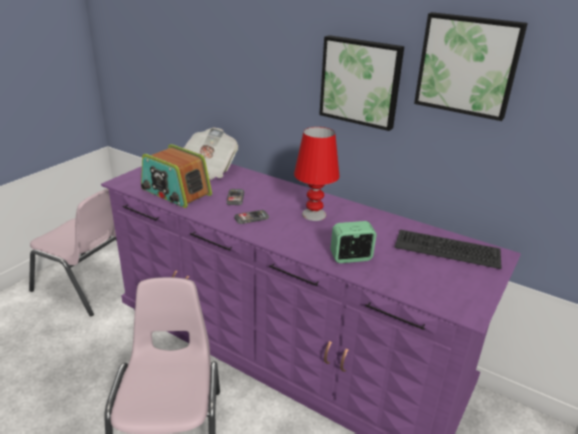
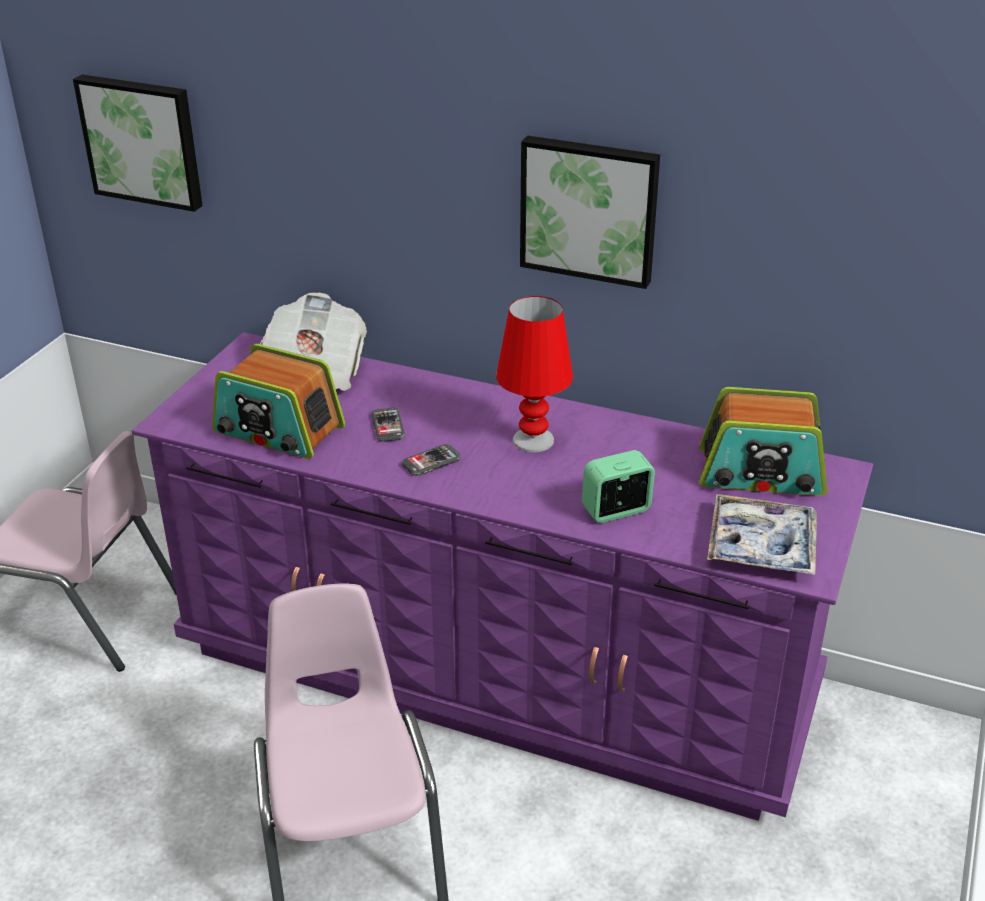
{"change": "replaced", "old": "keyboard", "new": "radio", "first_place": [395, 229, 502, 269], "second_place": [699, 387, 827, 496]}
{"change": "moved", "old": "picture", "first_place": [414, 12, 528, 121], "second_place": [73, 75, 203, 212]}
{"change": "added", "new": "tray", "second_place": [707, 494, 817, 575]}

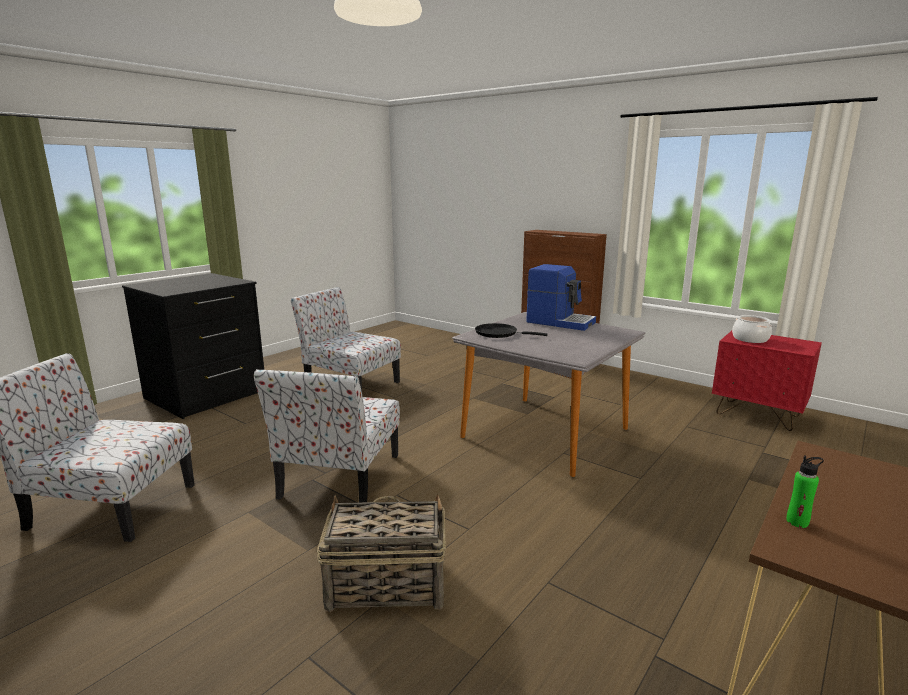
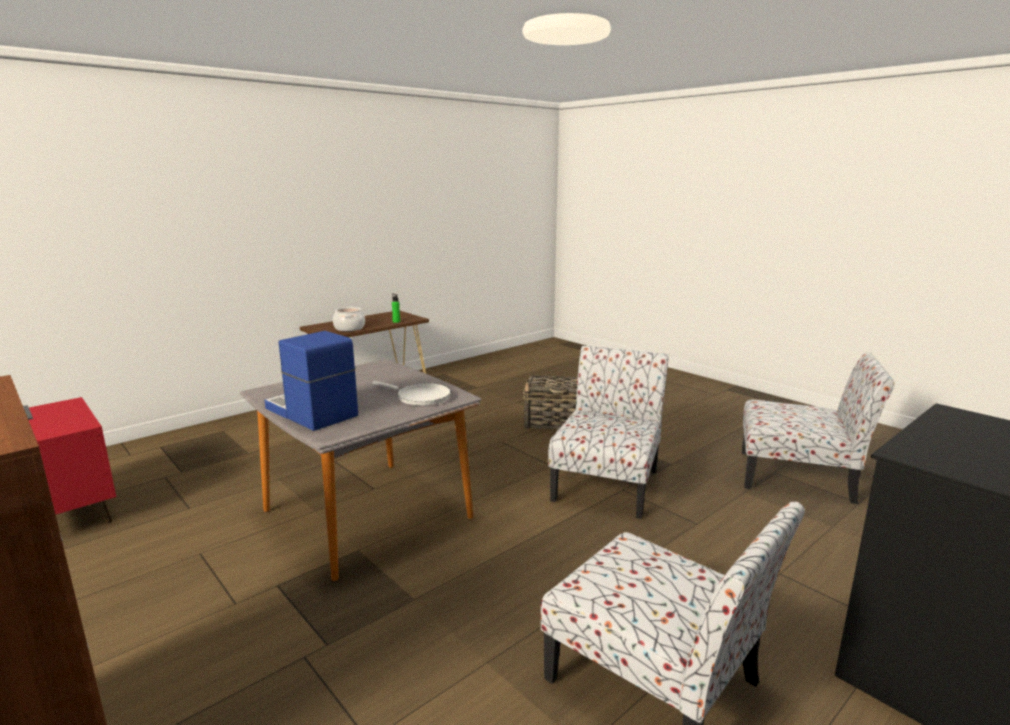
{"change": "recoloured", "old": "black frying pan", "new": "white frying pan", "first_place": [475, 323, 548, 338], "second_place": [373, 381, 451, 406]}
{"change": "moved", "old": "cooking pot", "first_place": [732, 315, 772, 343], "second_place": [333, 307, 365, 331]}

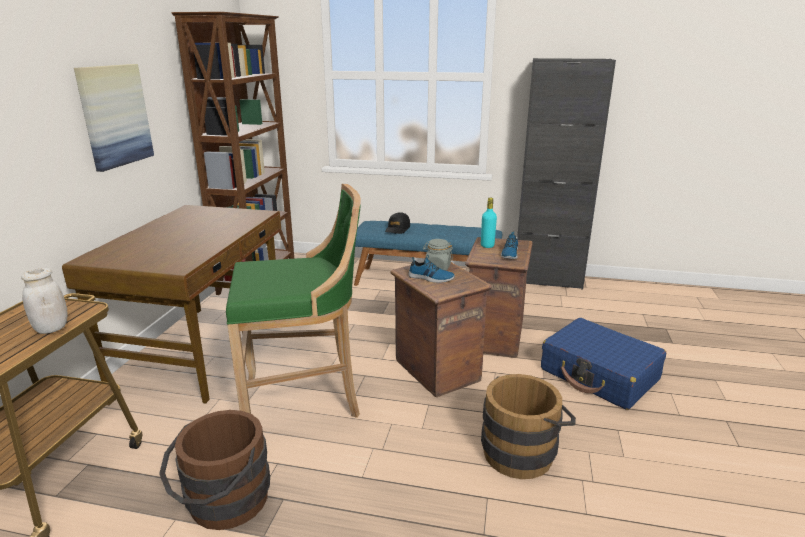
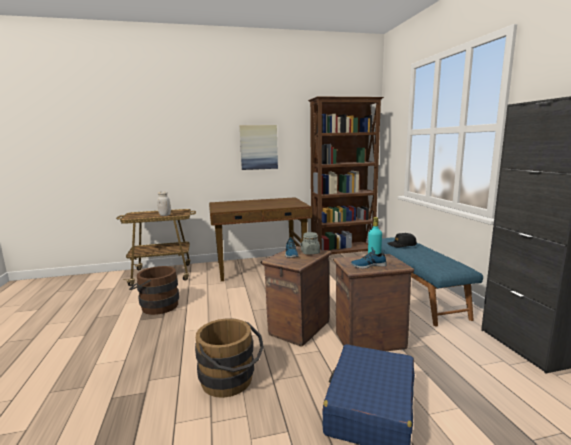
{"change": "removed", "old": "green stool", "first_place": [226, 184, 361, 418]}

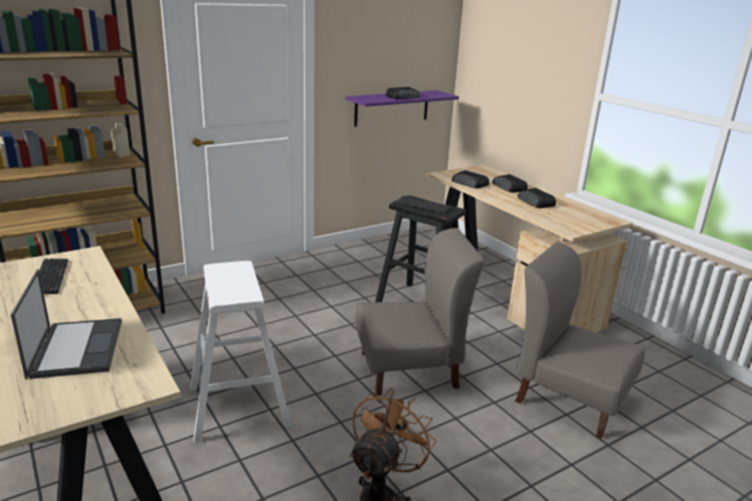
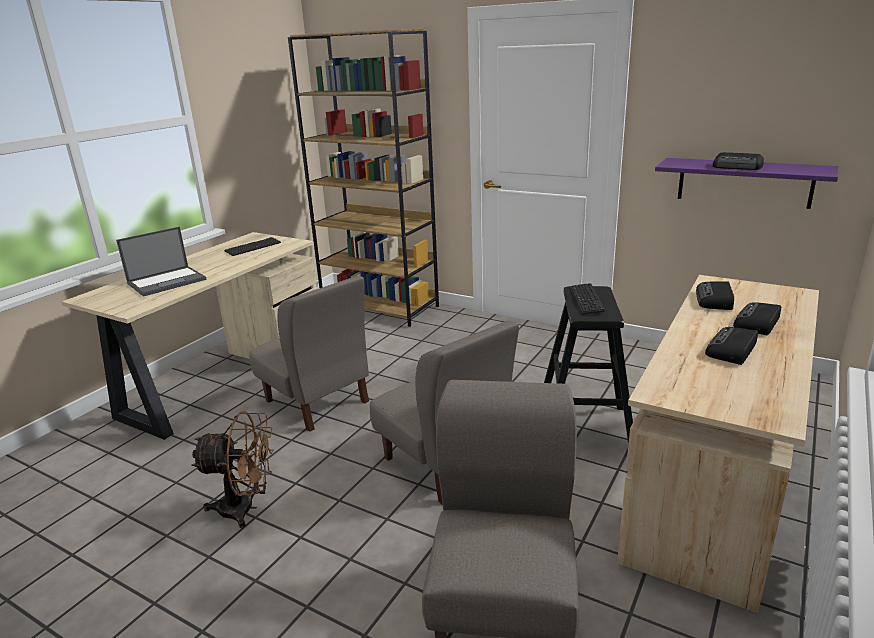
{"change": "replaced", "old": "white stool", "new": "grey chair", "first_place": [190, 261, 292, 443], "second_place": [249, 276, 369, 432]}

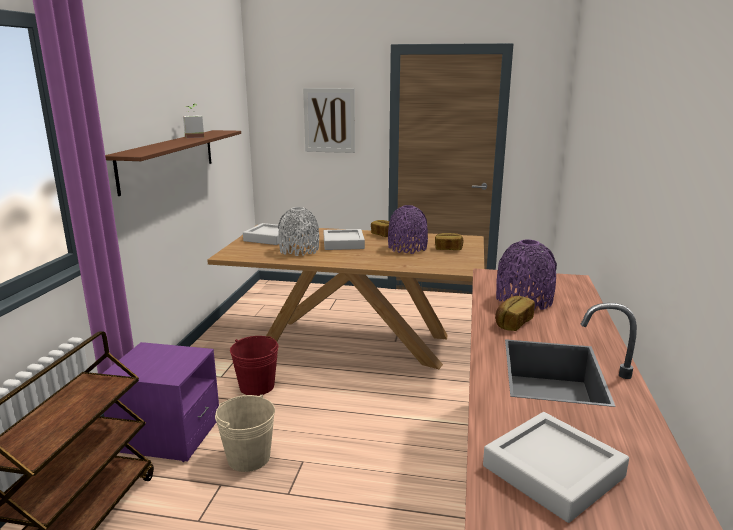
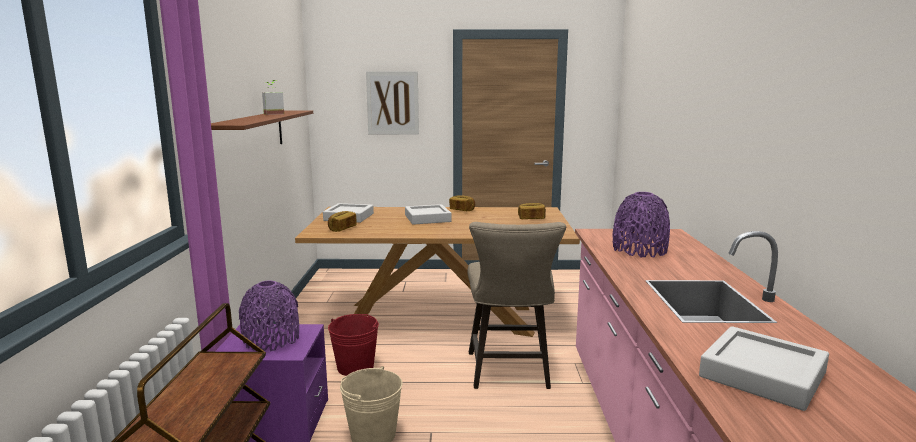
{"change": "removed", "old": "grey vase", "first_place": [278, 207, 319, 256]}
{"change": "moved", "old": "purple vase", "first_place": [388, 205, 428, 254], "second_place": [239, 280, 299, 352]}
{"change": "moved", "old": "bread", "first_place": [495, 296, 535, 331], "second_place": [328, 211, 357, 232]}
{"change": "added", "new": "beige stool", "second_place": [468, 222, 566, 389]}

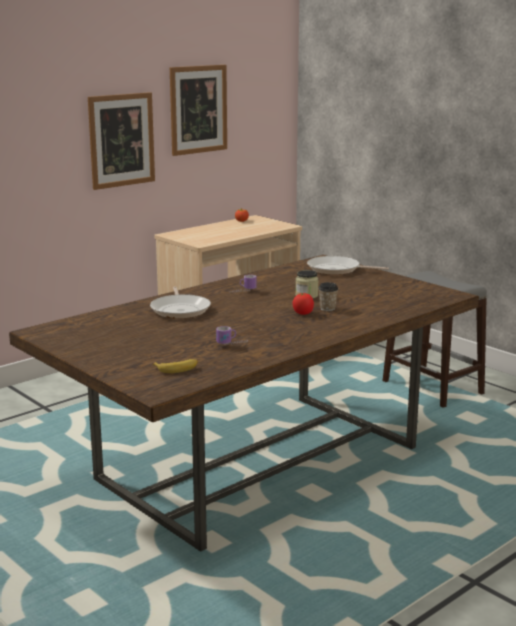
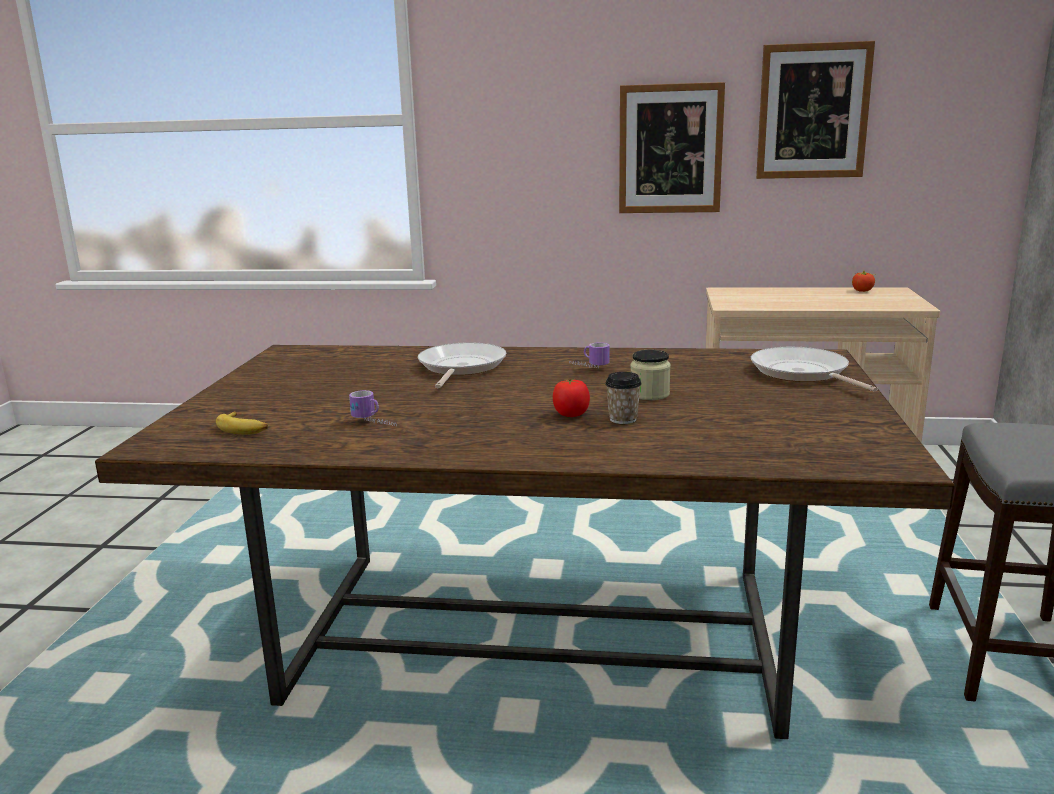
{"change": "turned", "old": "frying pan", "first_place": [150, 286, 211, 319], "second_place": [418, 342, 506, 388], "degrees": 150}

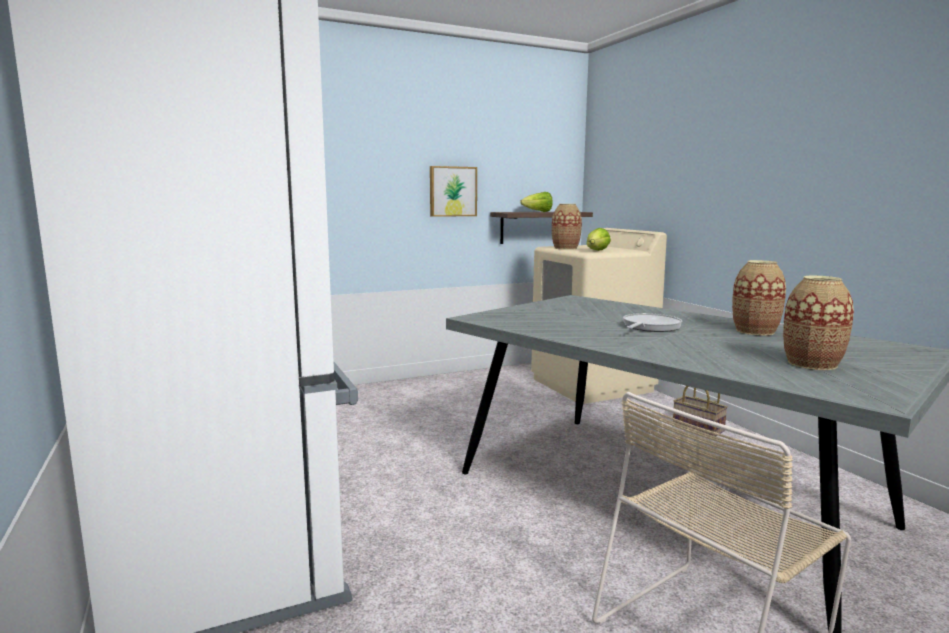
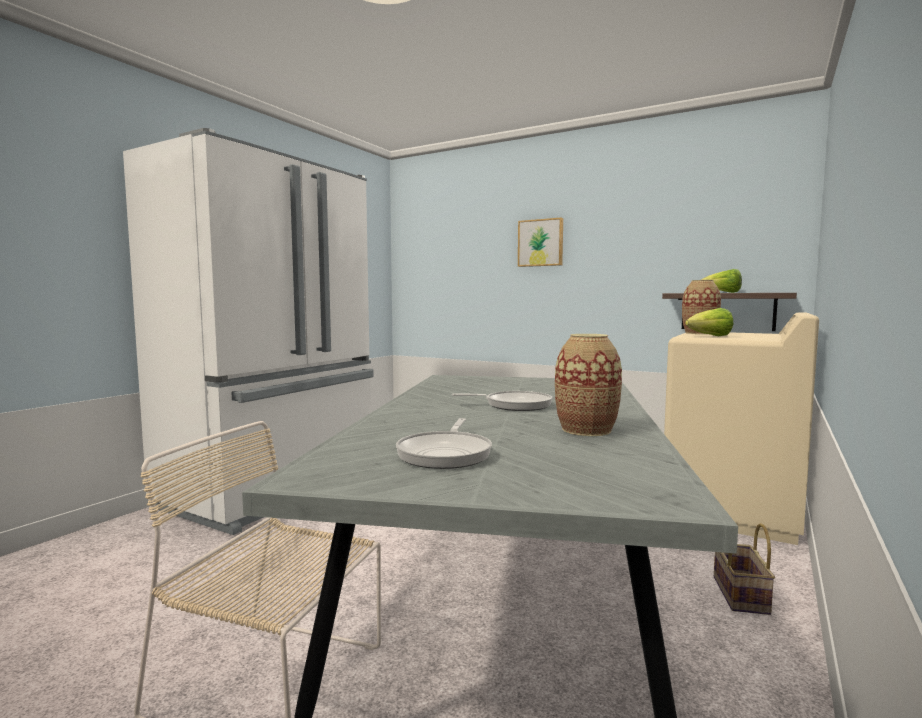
{"change": "moved", "old": "picture", "first_place": [430, 166, 477, 217], "second_place": [518, 218, 563, 267]}
{"change": "replaced", "old": "vase", "new": "frying pan", "first_place": [783, 276, 854, 370], "second_place": [396, 418, 492, 469]}

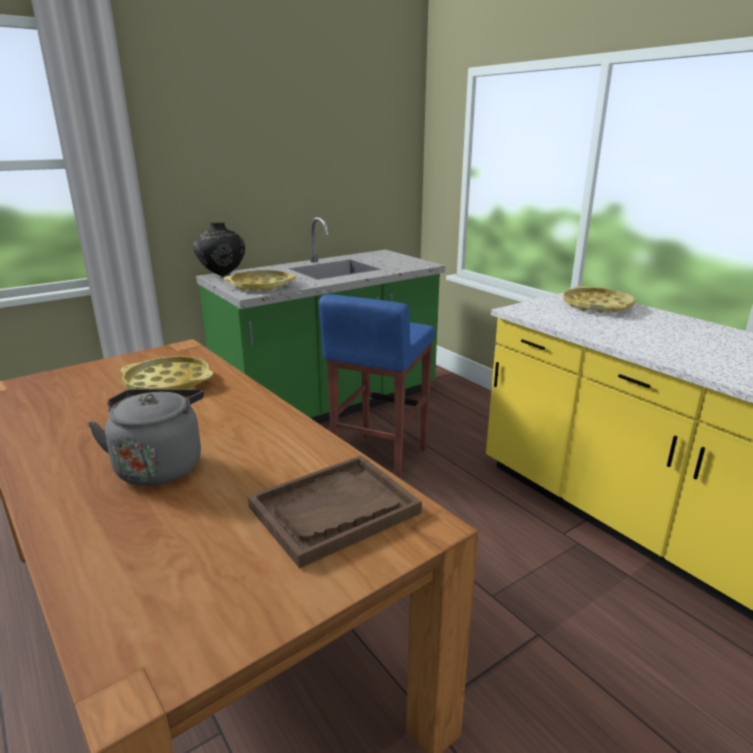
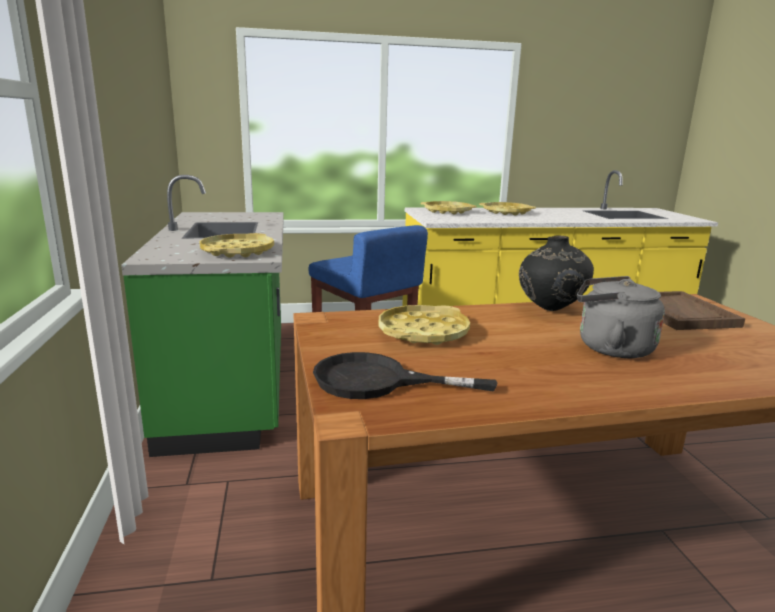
{"change": "moved", "old": "black vase", "first_place": [193, 222, 245, 276], "second_place": [519, 235, 594, 311]}
{"change": "added", "new": "black frying pan", "second_place": [313, 352, 497, 399]}
{"change": "added", "new": "yellow tray", "second_place": [479, 202, 536, 215]}

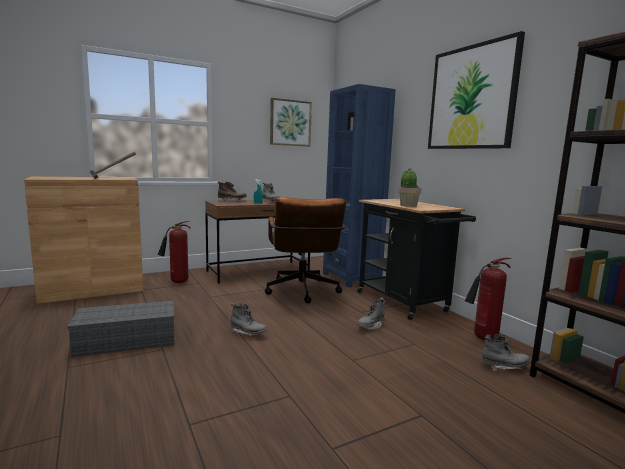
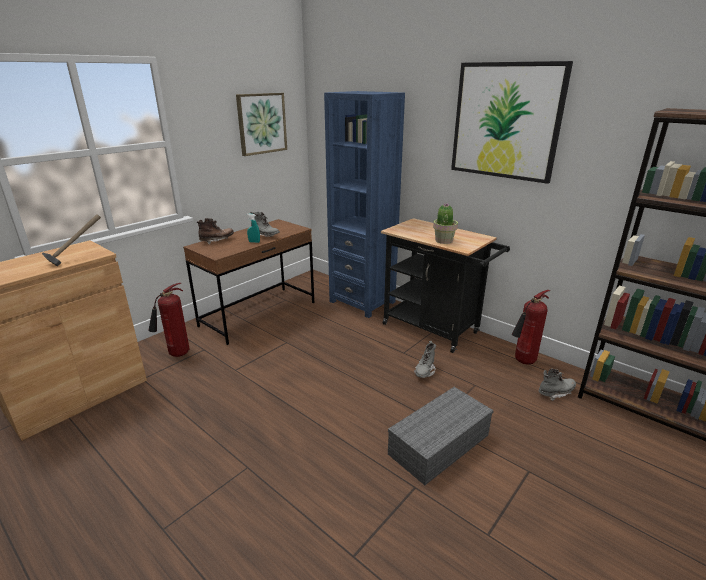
{"change": "moved", "old": "grey storage box", "first_place": [67, 300, 174, 357], "second_place": [388, 387, 494, 485]}
{"change": "removed", "old": "grey boot", "first_place": [230, 303, 267, 336]}
{"change": "removed", "old": "brown office chair", "first_place": [265, 197, 346, 303]}

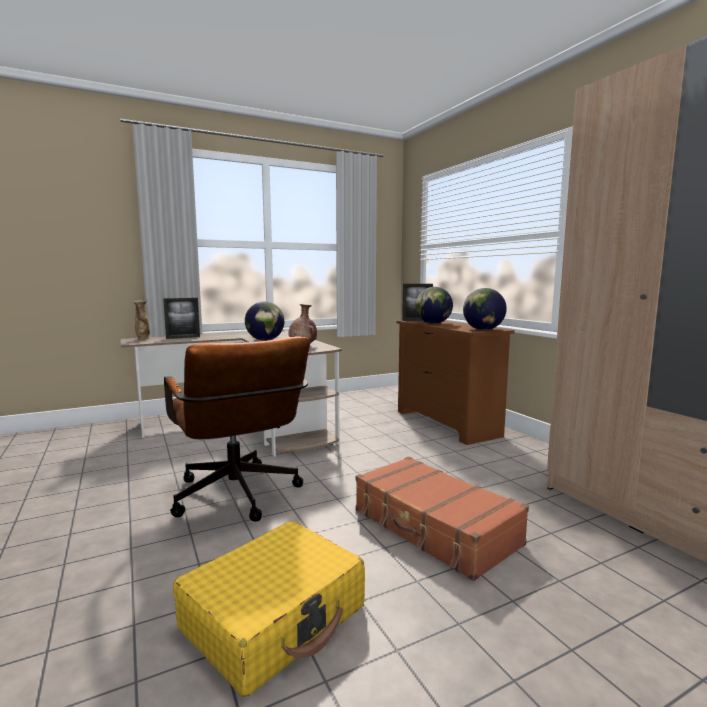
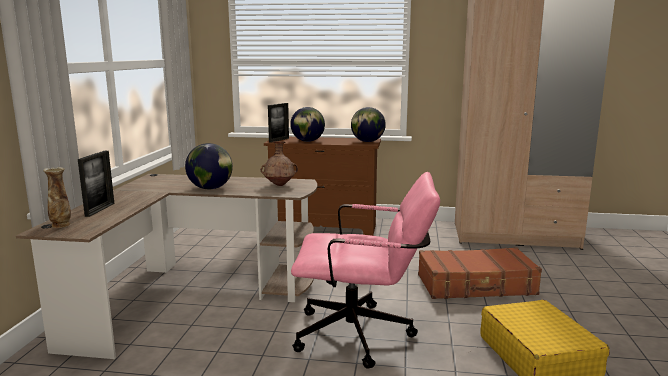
{"change": "recoloured", "old": "brown office chair", "new": "pink office chair", "first_place": [164, 336, 310, 522], "second_place": [291, 172, 440, 369]}

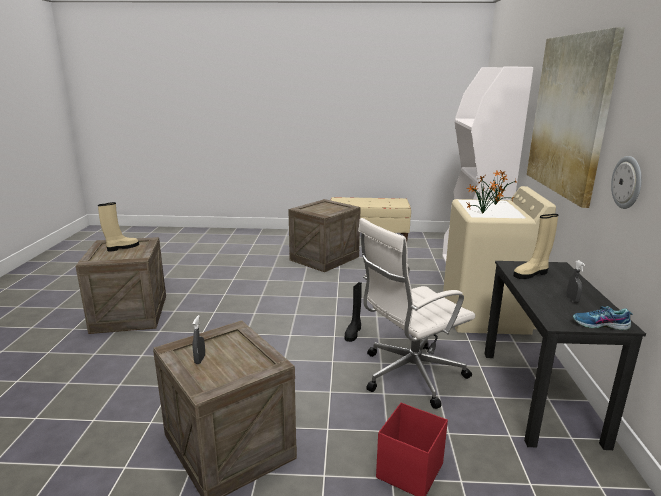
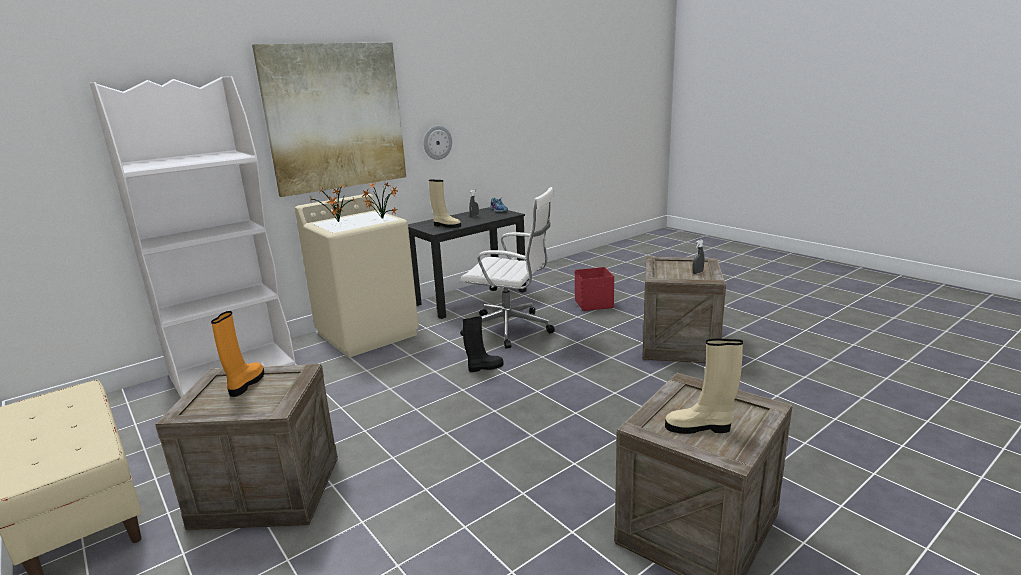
{"change": "added", "new": "orange boot", "second_place": [211, 311, 264, 397]}

